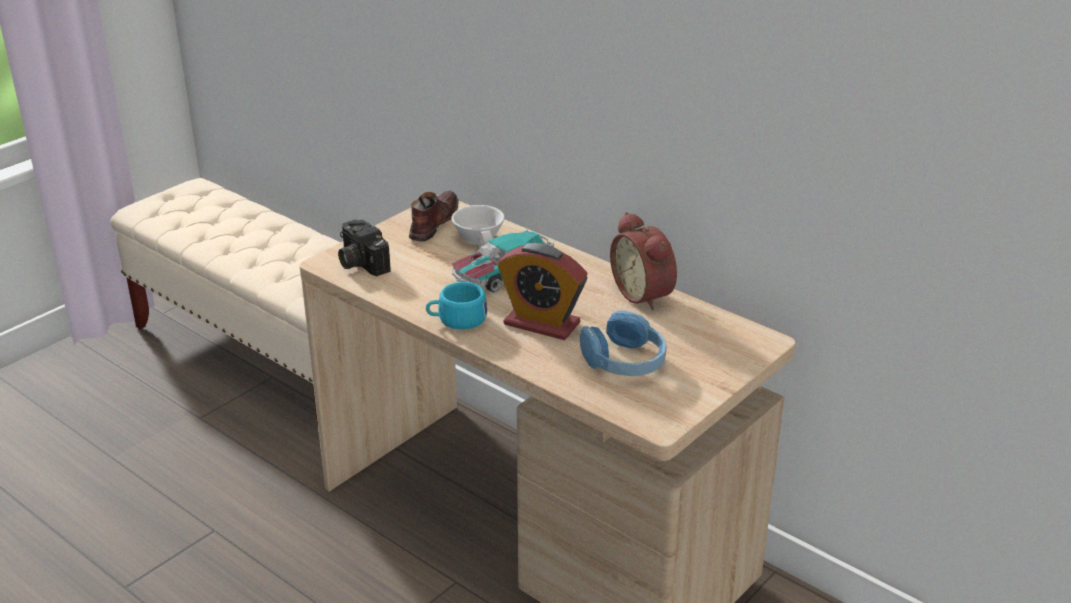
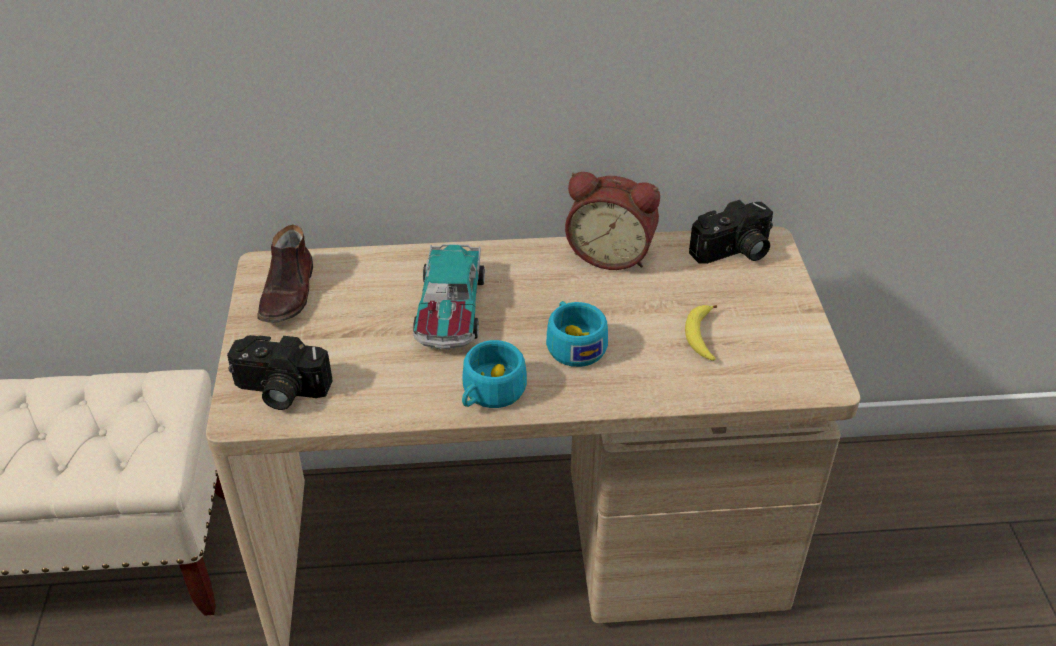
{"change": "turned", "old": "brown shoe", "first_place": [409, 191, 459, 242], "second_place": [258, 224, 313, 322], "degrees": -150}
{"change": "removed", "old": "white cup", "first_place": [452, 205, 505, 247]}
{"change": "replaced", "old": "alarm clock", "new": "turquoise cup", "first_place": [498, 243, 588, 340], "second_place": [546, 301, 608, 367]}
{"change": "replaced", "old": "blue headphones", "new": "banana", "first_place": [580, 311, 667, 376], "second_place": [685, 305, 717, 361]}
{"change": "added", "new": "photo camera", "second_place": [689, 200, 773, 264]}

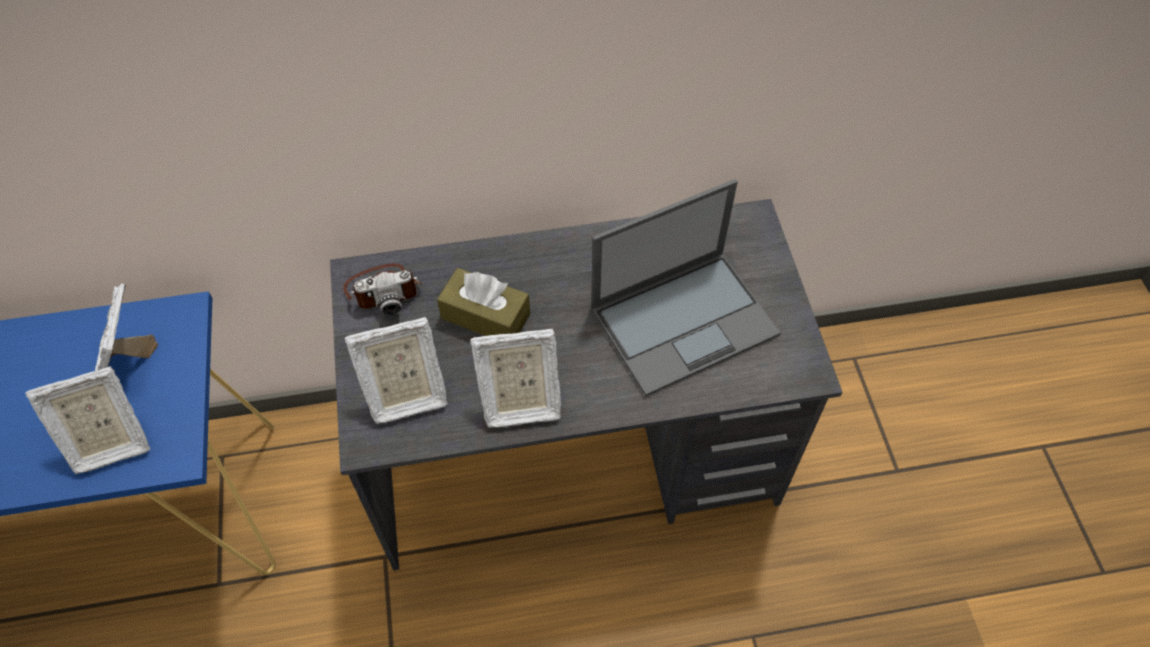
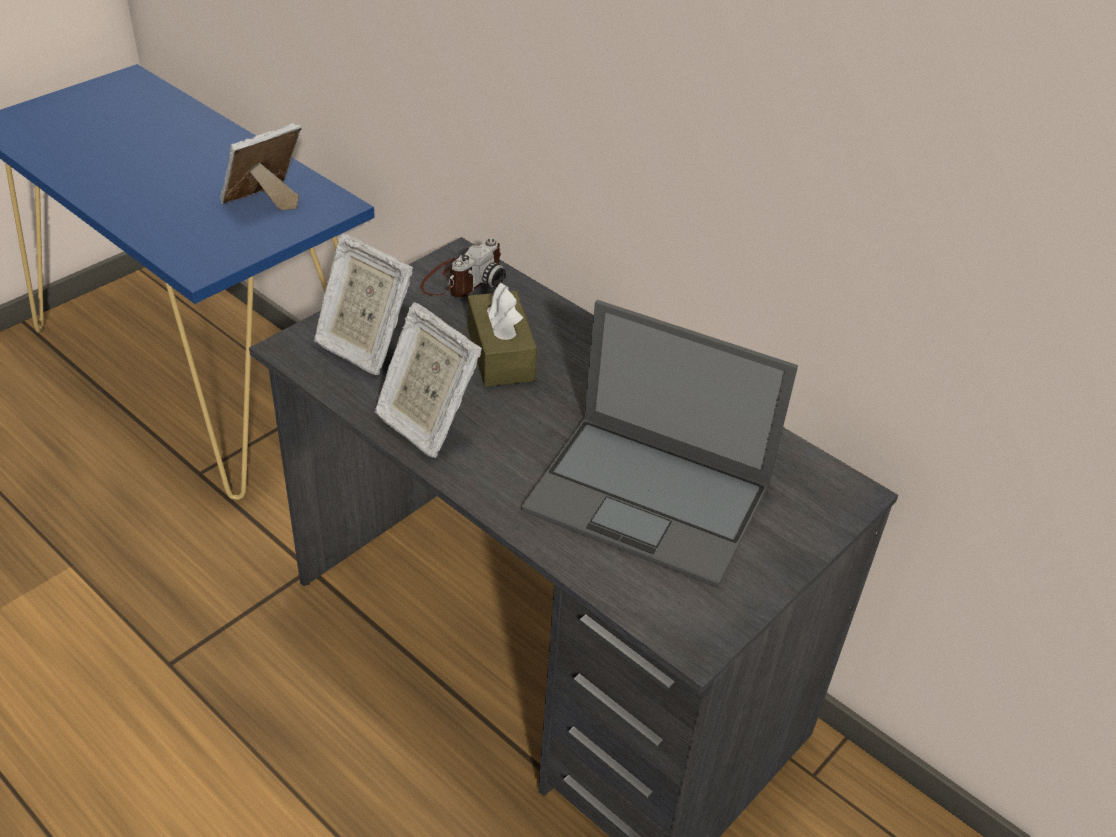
{"change": "removed", "old": "picture frame", "first_place": [25, 366, 150, 474]}
{"change": "turned", "old": "photo camera", "first_place": [343, 264, 422, 315], "second_place": [420, 238, 506, 298], "degrees": -90}

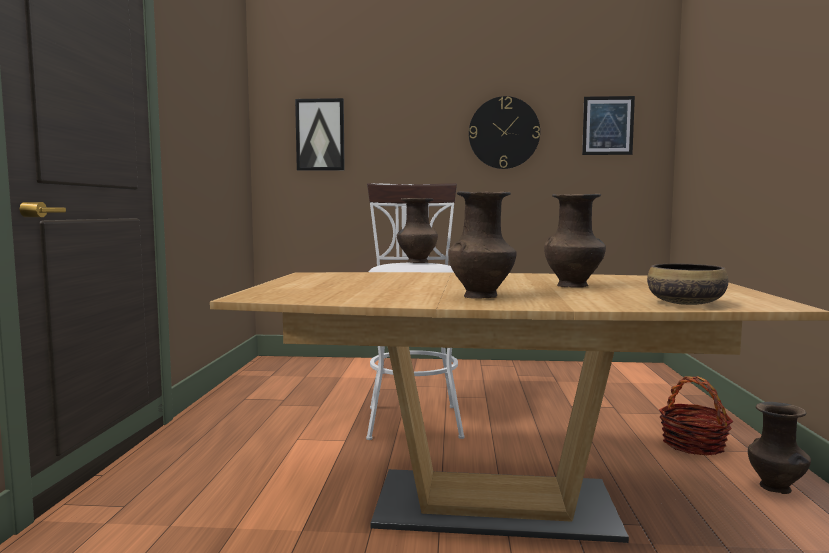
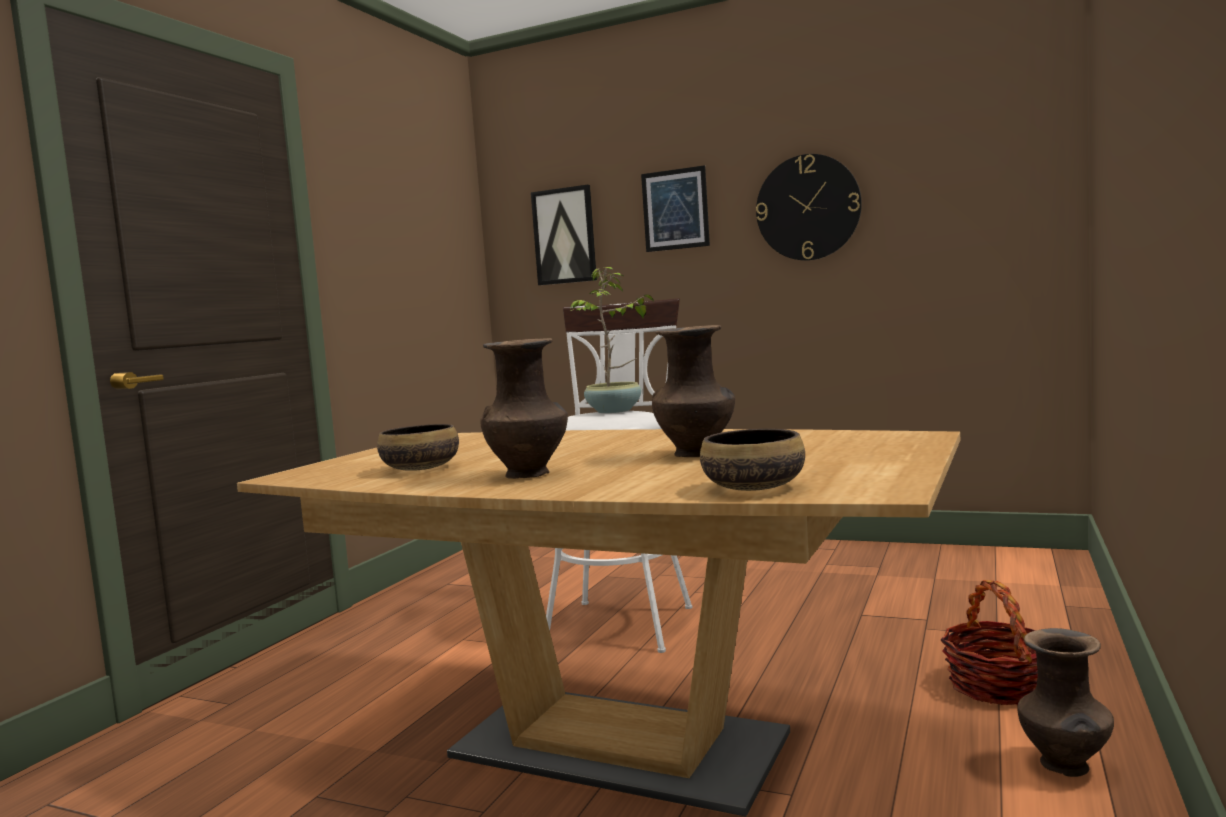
{"change": "replaced", "old": "brown vase", "new": "potted plant", "first_place": [397, 198, 438, 263], "second_place": [571, 267, 653, 413]}
{"change": "moved", "old": "picture", "first_place": [582, 96, 635, 155], "second_place": [641, 165, 710, 252]}
{"change": "added", "new": "bowl", "second_place": [377, 424, 459, 471]}

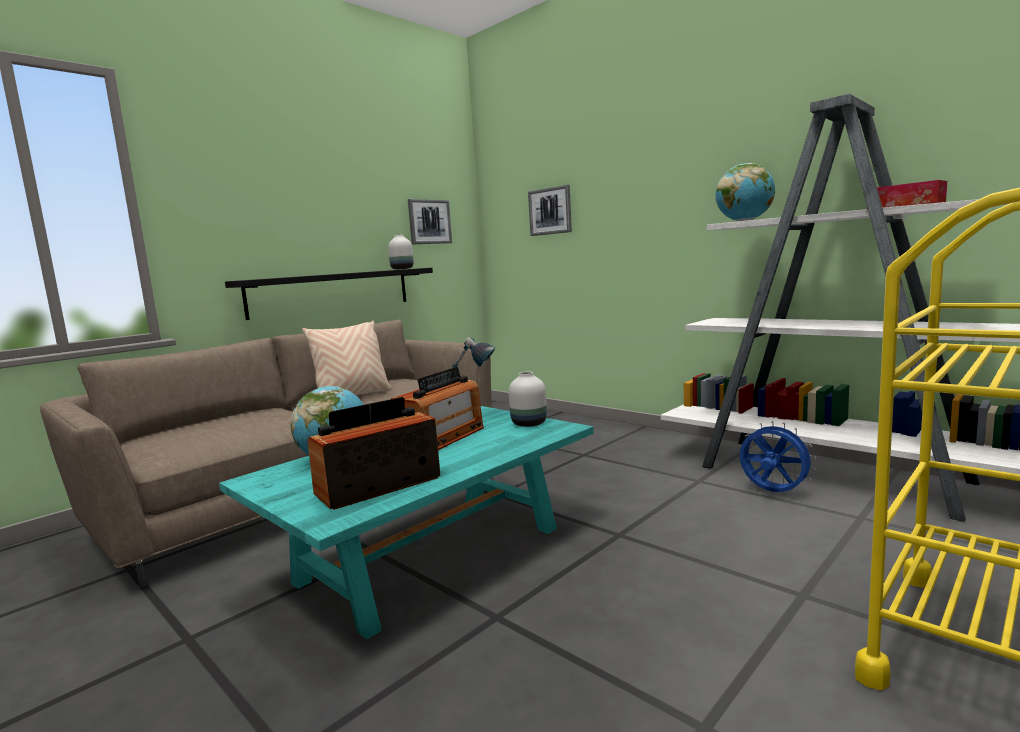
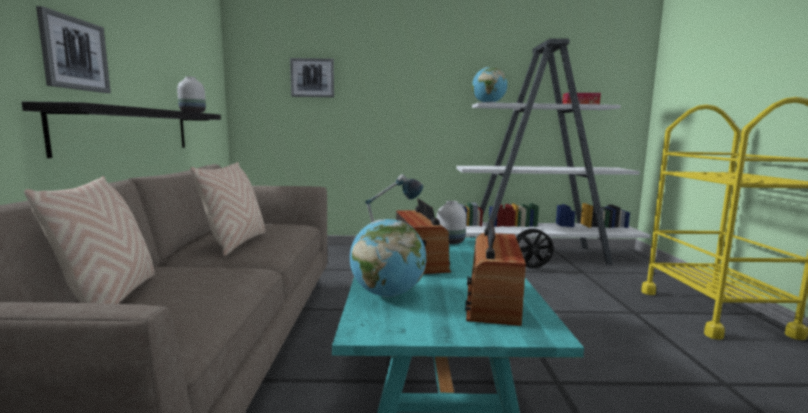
{"change": "moved", "old": "picture", "first_place": [408, 199, 452, 244], "second_place": [36, 6, 111, 93]}
{"change": "recoloured", "old": "blue fan", "new": "black fan", "first_place": [740, 421, 816, 492], "second_place": [516, 226, 554, 268]}
{"change": "added", "new": "beige pillow", "second_place": [24, 176, 155, 304]}

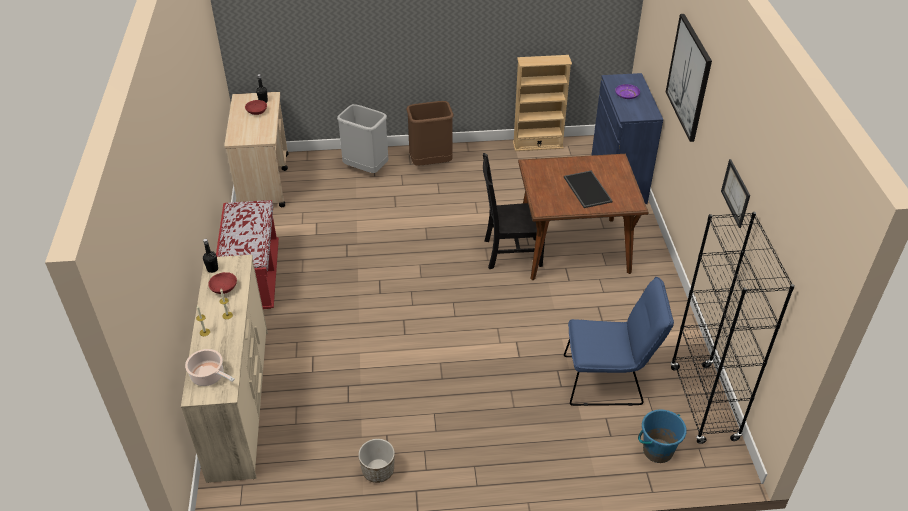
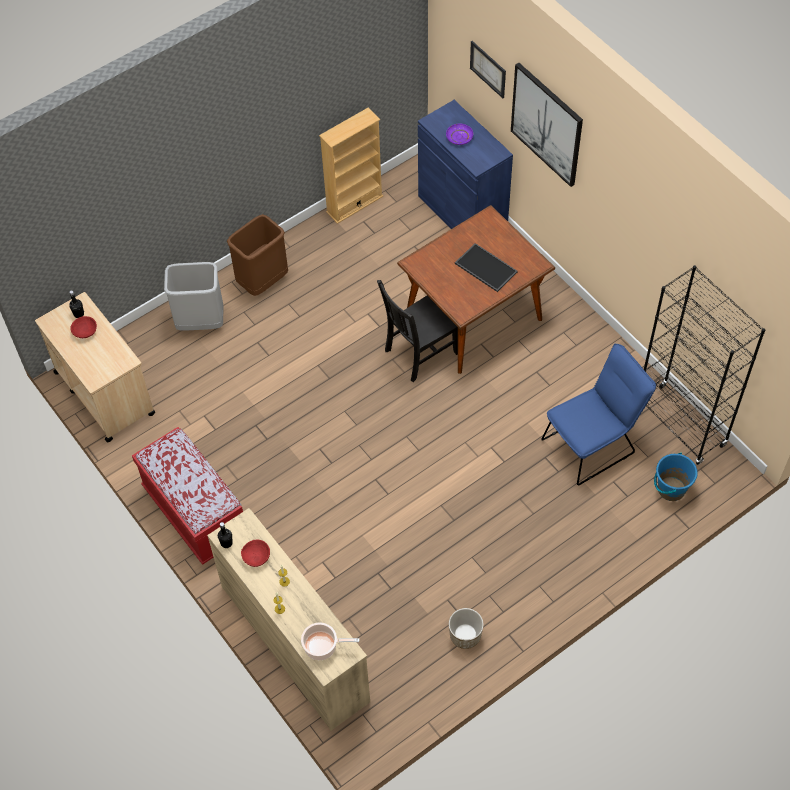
{"change": "moved", "old": "picture", "first_place": [721, 159, 750, 228], "second_place": [470, 41, 506, 98]}

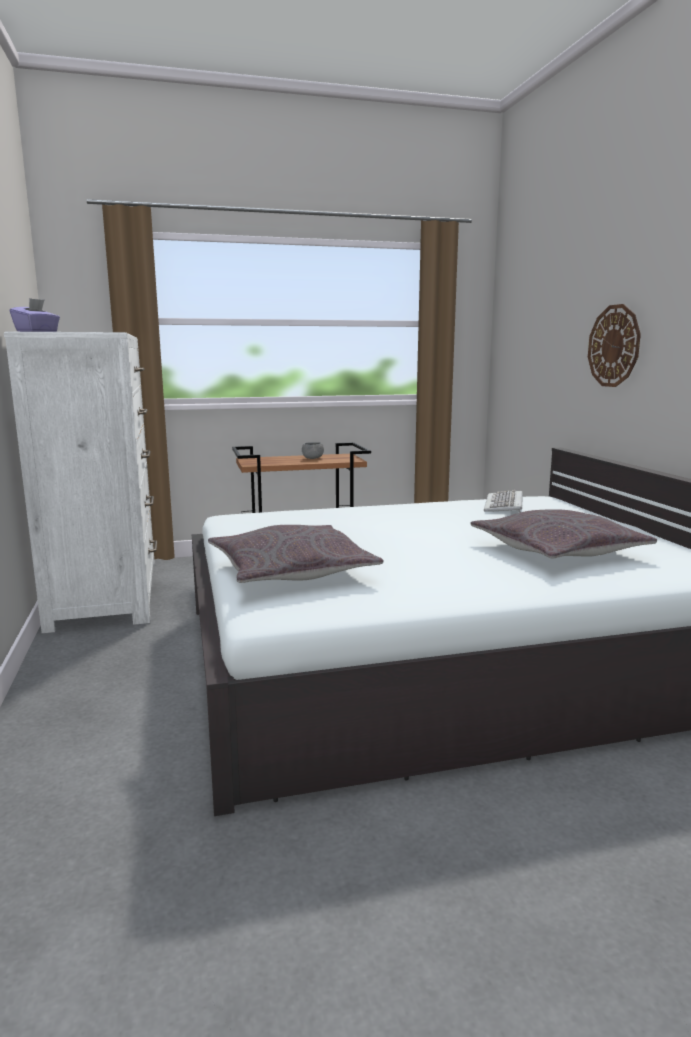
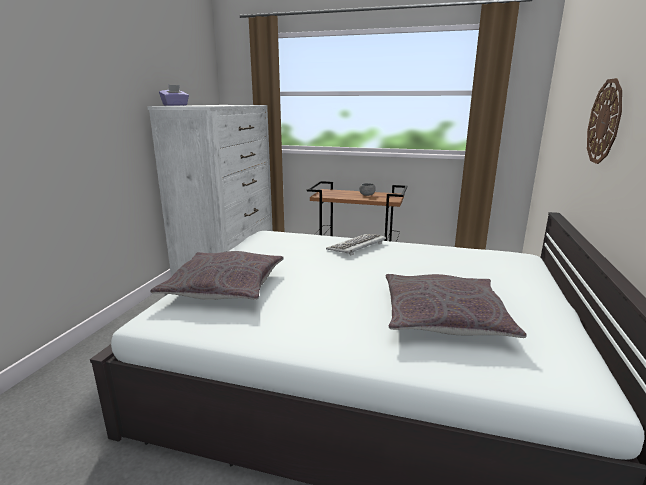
{"change": "moved", "old": "keyboard", "first_place": [484, 490, 523, 513], "second_place": [326, 234, 386, 256]}

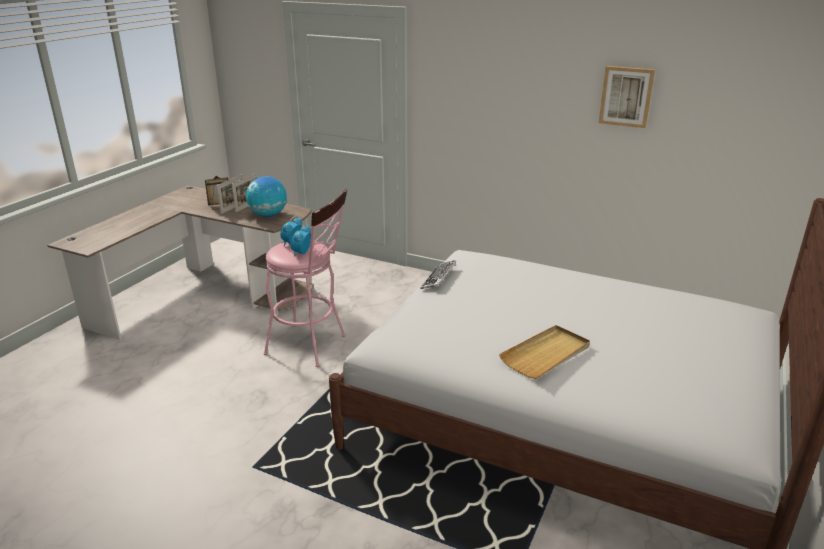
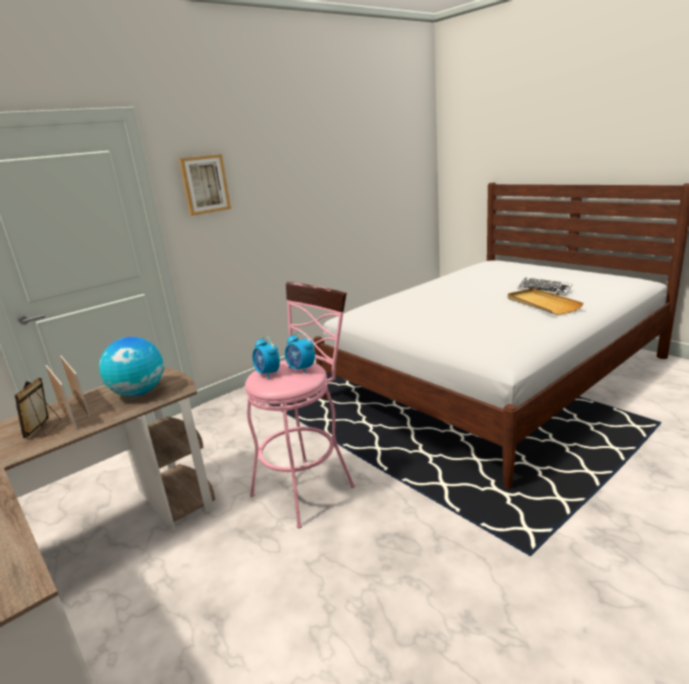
{"change": "moved", "old": "keyboard", "first_place": [420, 260, 456, 289], "second_place": [517, 278, 573, 296]}
{"change": "moved", "old": "picture", "first_place": [599, 66, 655, 128], "second_place": [179, 154, 231, 216]}

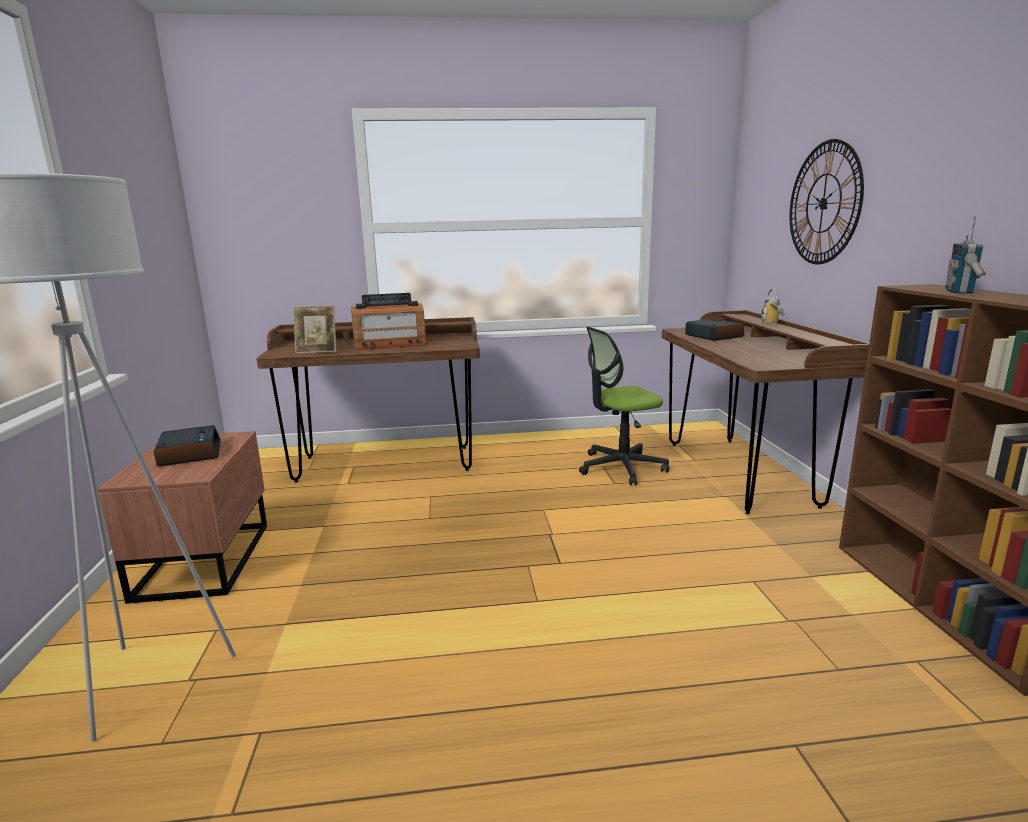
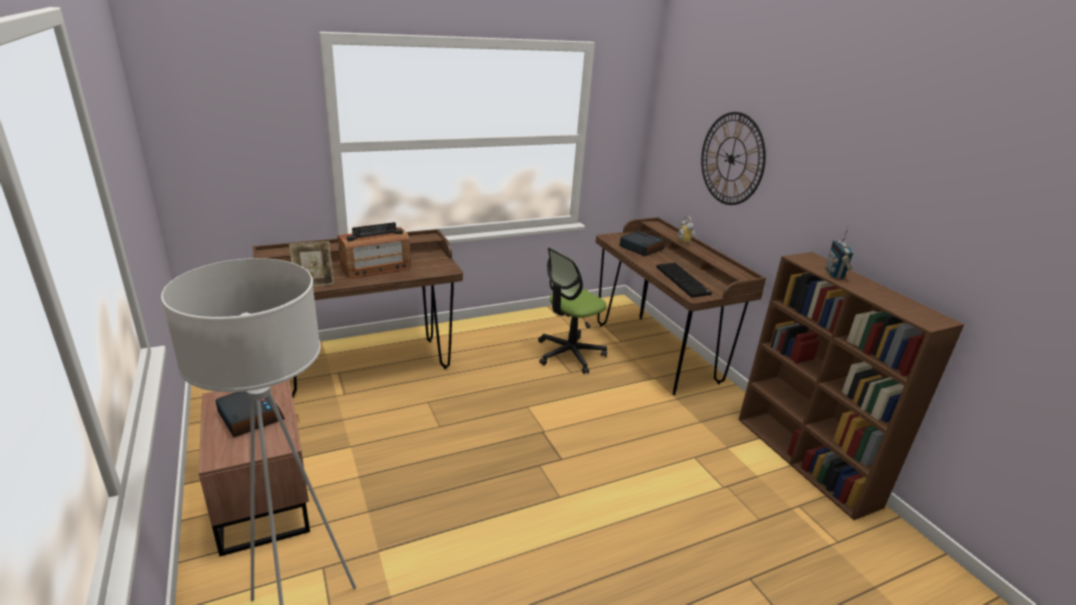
{"change": "added", "new": "keyboard", "second_place": [656, 263, 712, 298]}

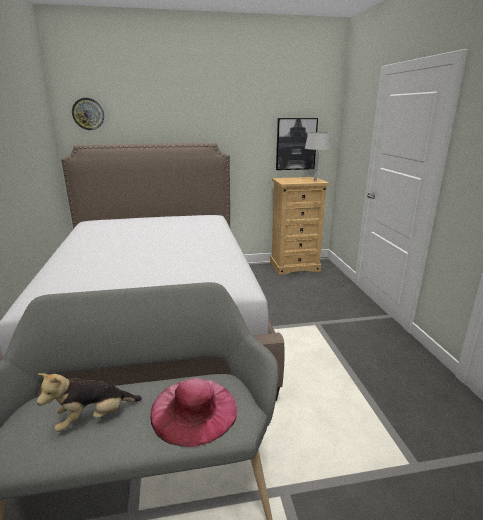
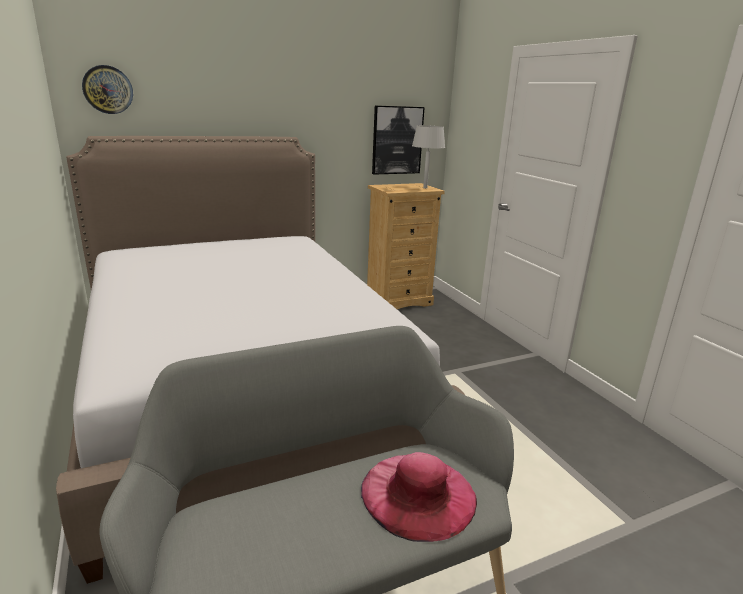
{"change": "removed", "old": "plush toy", "first_place": [37, 373, 142, 432]}

